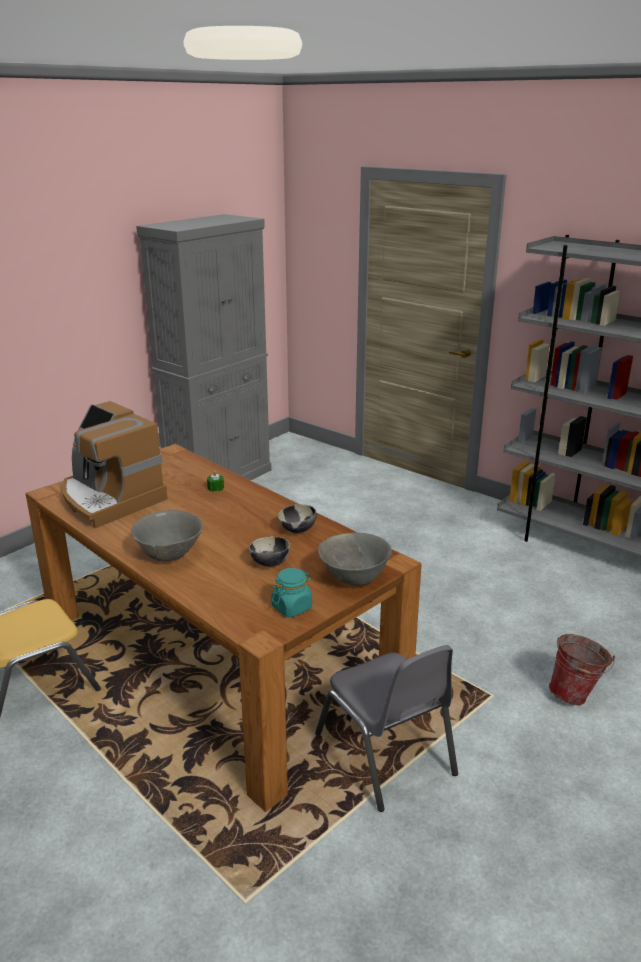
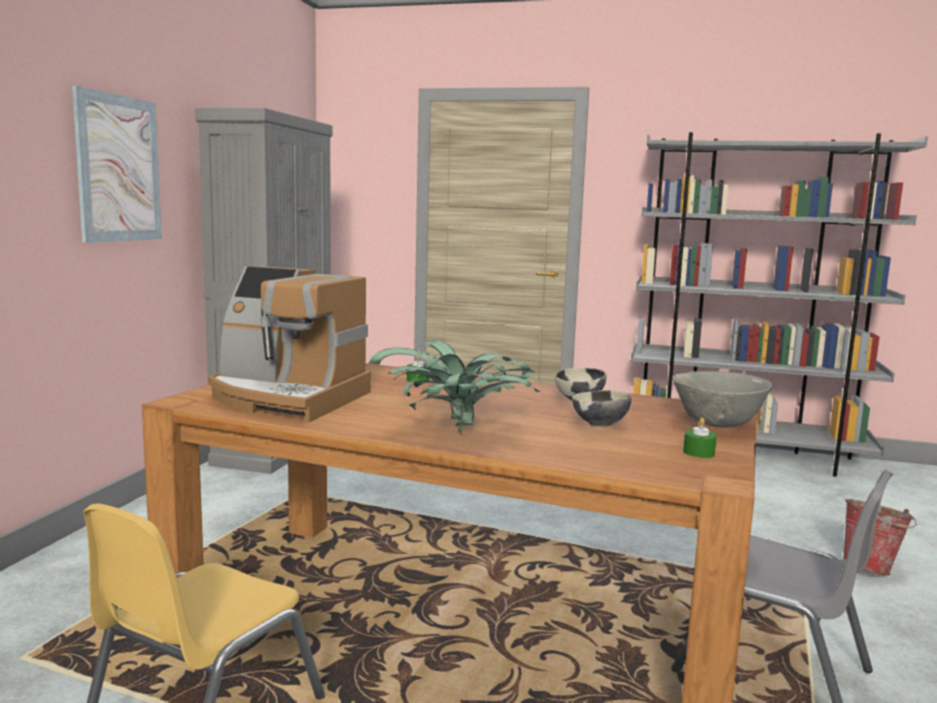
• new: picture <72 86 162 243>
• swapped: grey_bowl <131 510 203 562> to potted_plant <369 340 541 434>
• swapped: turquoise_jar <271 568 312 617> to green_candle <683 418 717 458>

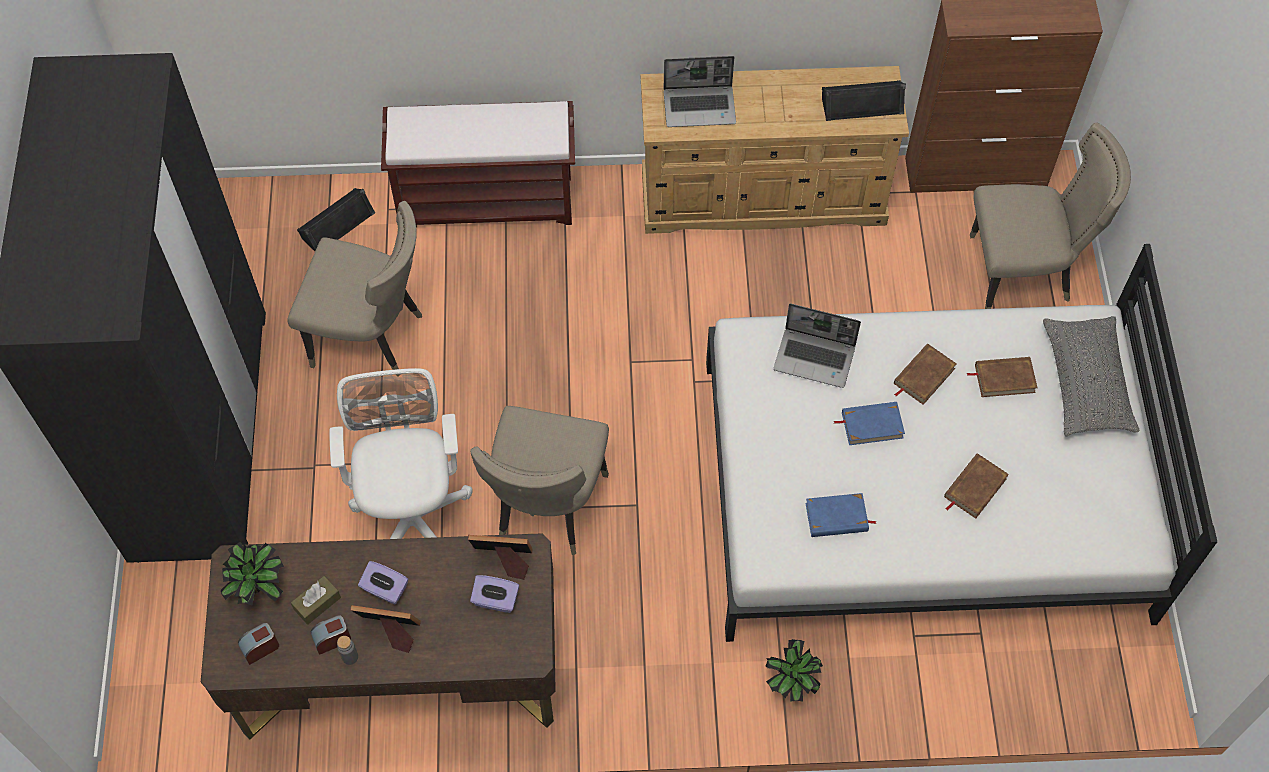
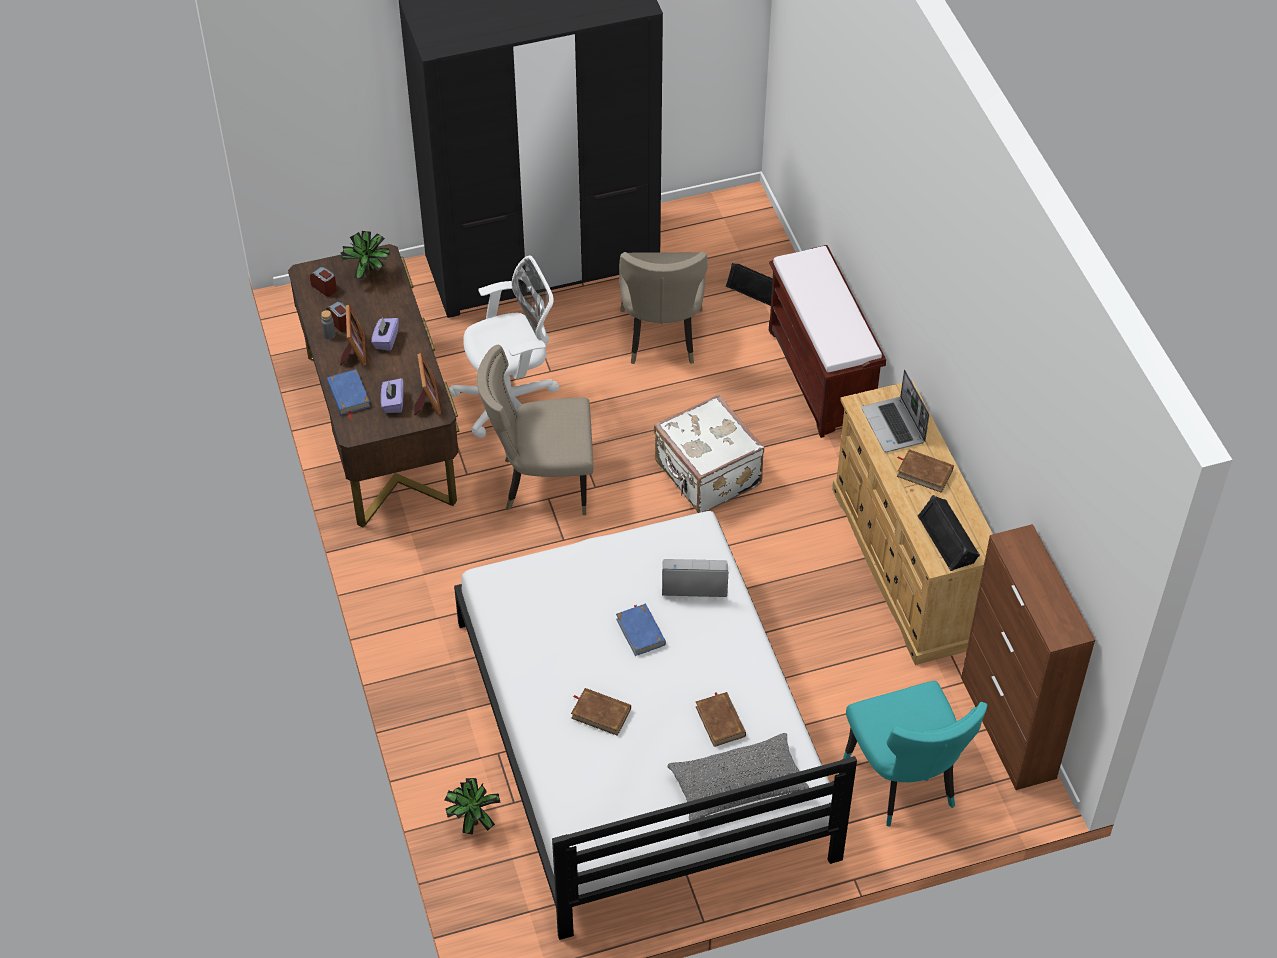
• gone: brown_tissue_box <291 576 341 625>
• new: white_suitcase <654 394 764 513>
• shifted: potted_plant <765 639 823 702> to <445 778 501 835>
• shifted: blue_book <805 493 876 537> to <327 369 370 420>
• shifted: brown_book <894 344 956 405> to <897 449 954 493>
• repainted: beige_chair <970 122 1131 309> to turquoise_chair <843 681 987 826>
• rotated: laptop <774 304 861 388> = <662 559 728 597> 90 degrees clockwise

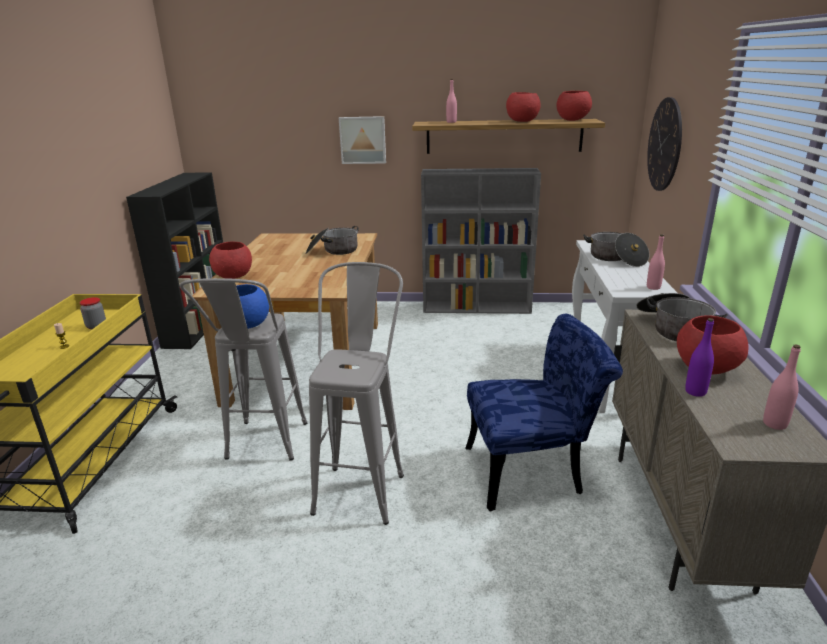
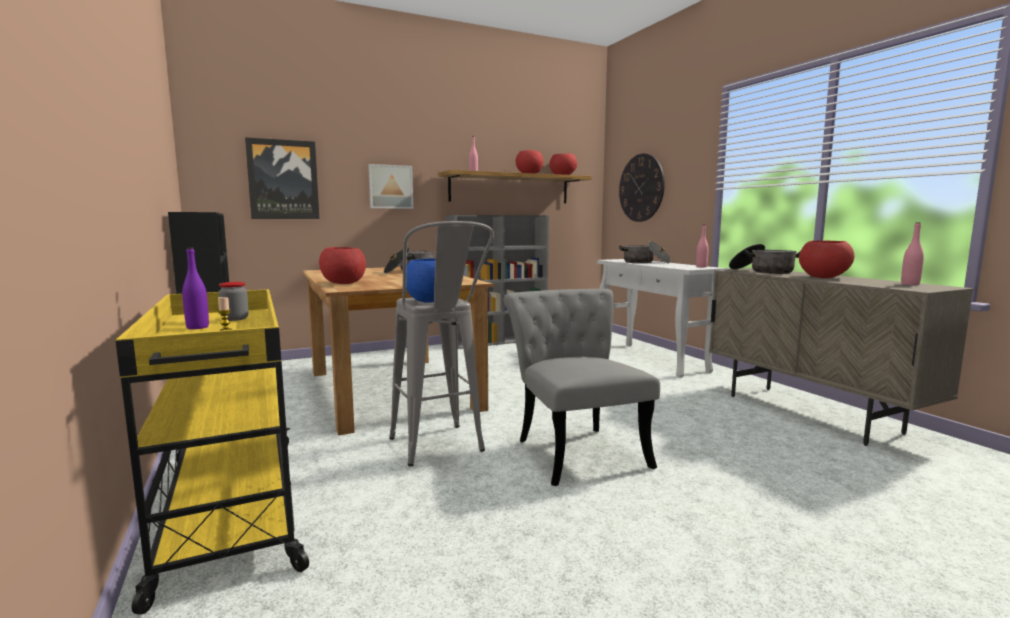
• gone: blue_chair <465 314 623 512>
• new: picture <245 137 319 219>
• shifted: purple_bottle <685 318 714 397> to <182 247 209 329>
• swapped: grey_stool <309 262 404 525> to grey_chair <504 289 660 486>

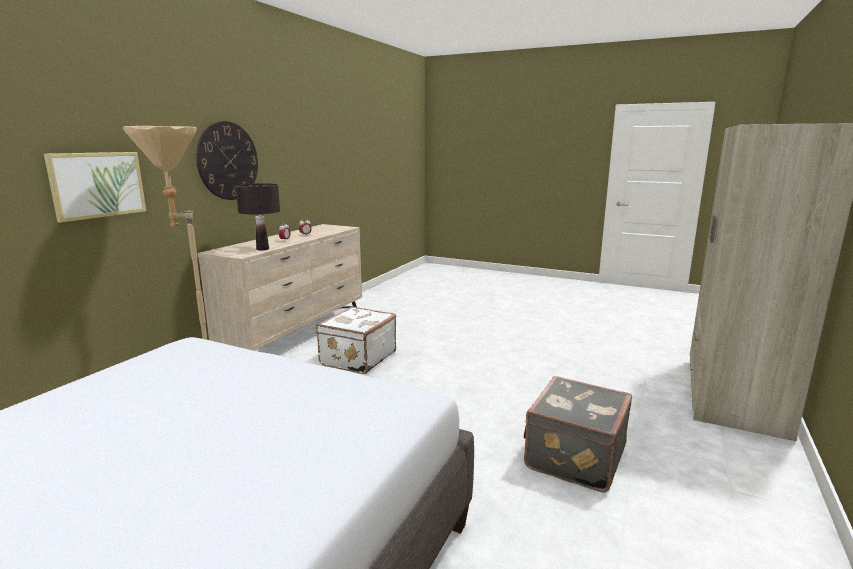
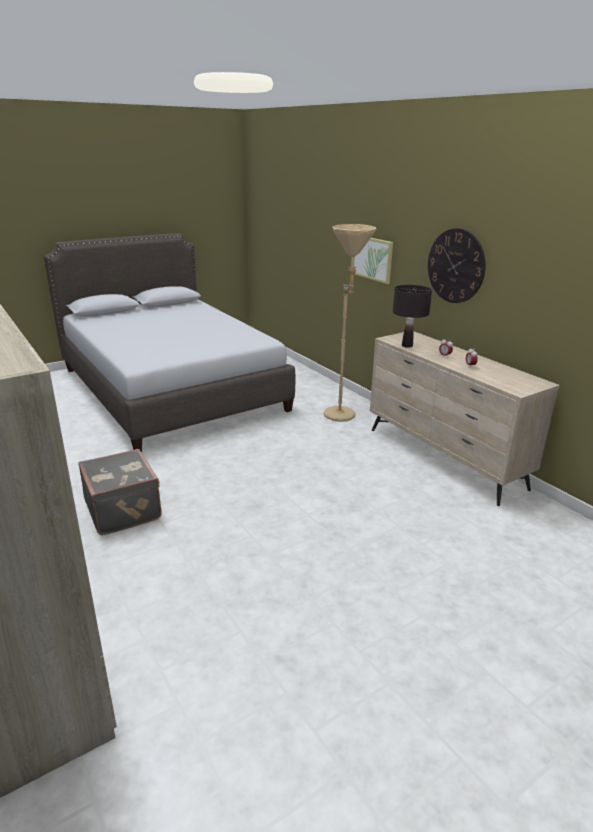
• gone: white_suitcase <316 306 396 374>

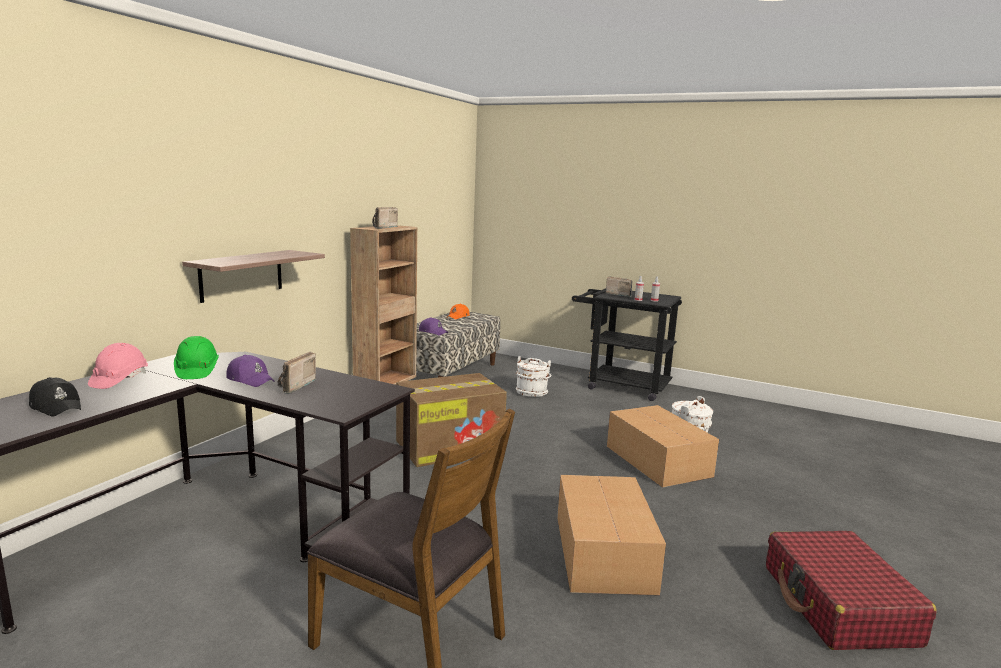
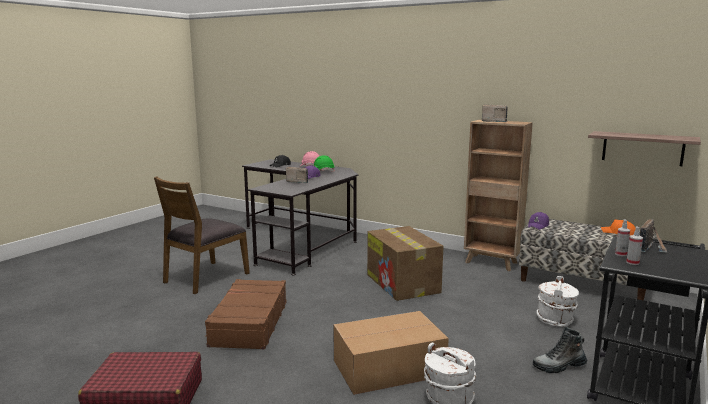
• new: boot <532 327 587 373>
• shifted: shelf <182 250 325 303> to <588 131 701 166>
• swapped: cardboard_box <557 475 666 596> to brown_suitcase <205 279 287 349>

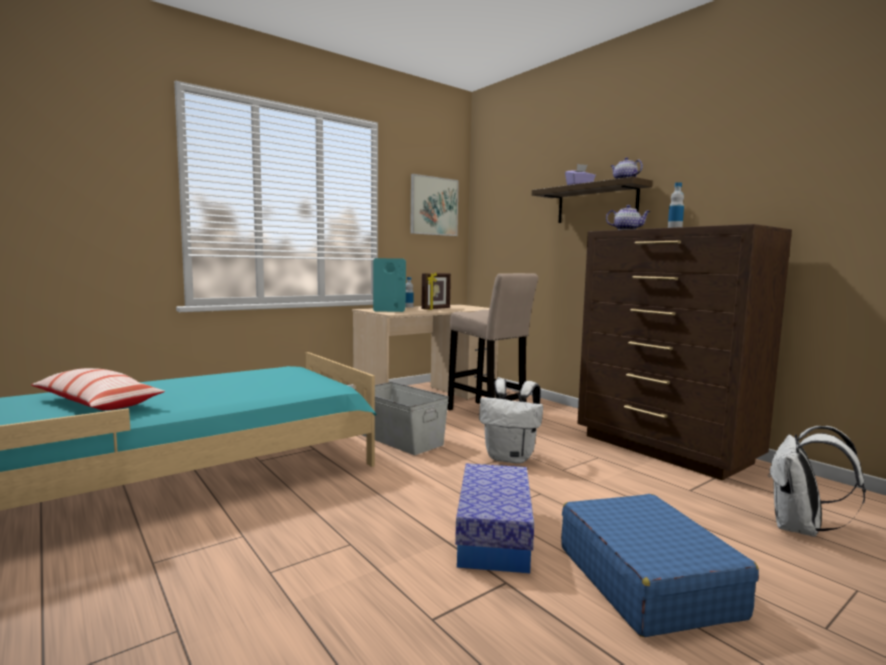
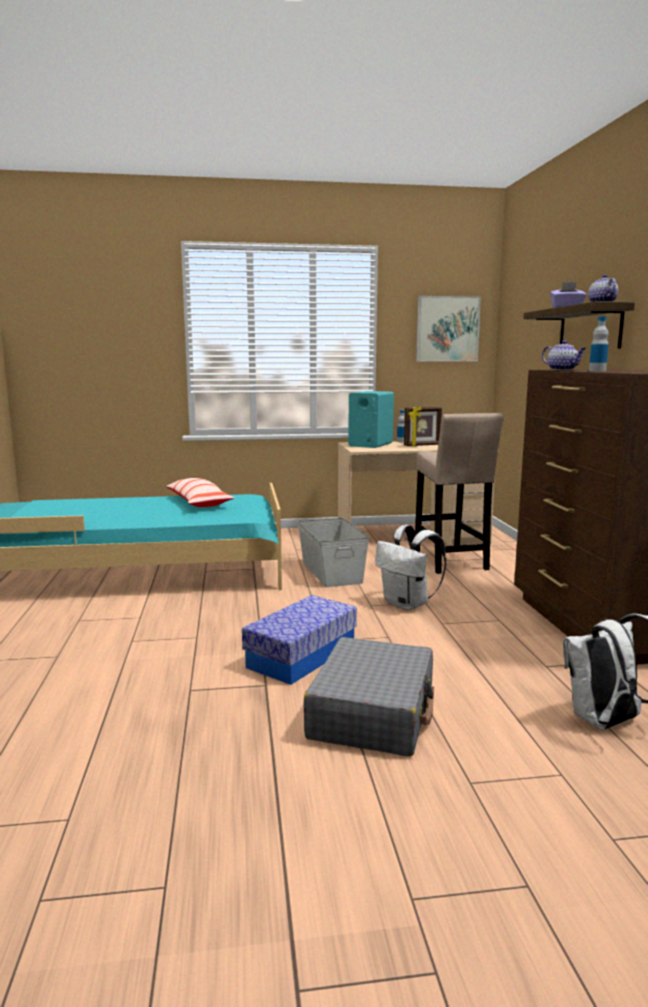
• shifted: pillow <31 368 165 410> to <166 478 234 507>
• repainted: blue_suitcase <561 494 759 637> to grey_suitcase <304 637 434 757>

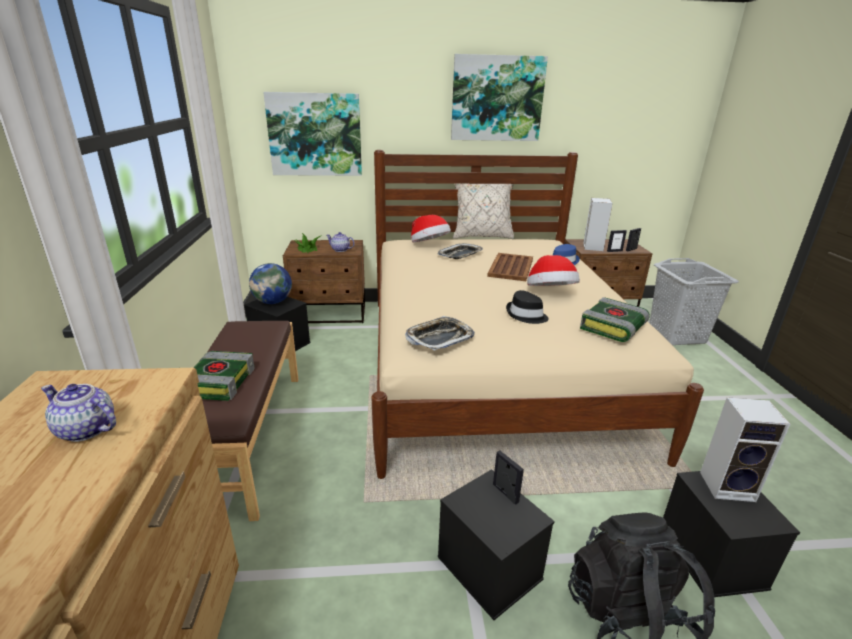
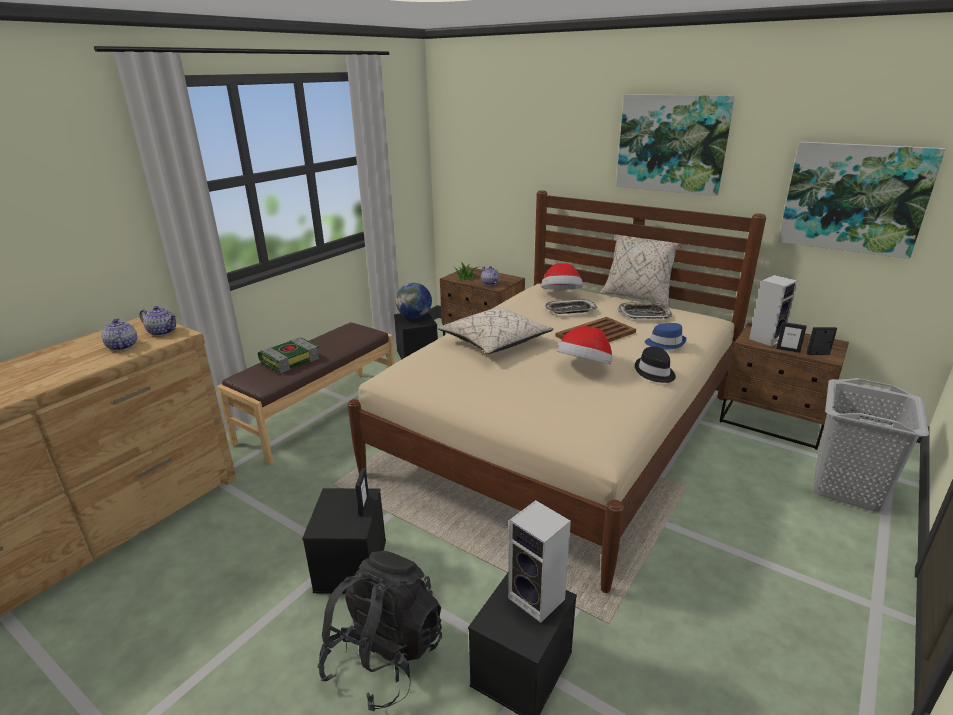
• gone: book <580 297 650 342>
• new: teapot <139 306 177 336>
• new: beige_pillow <438 307 554 354>
• shifted: picture <263 92 362 176> to <778 142 945 259>
• shifted: tray <405 316 475 351> to <617 302 672 319>
• shifted: black_hat <506 290 549 324> to <635 346 676 383>

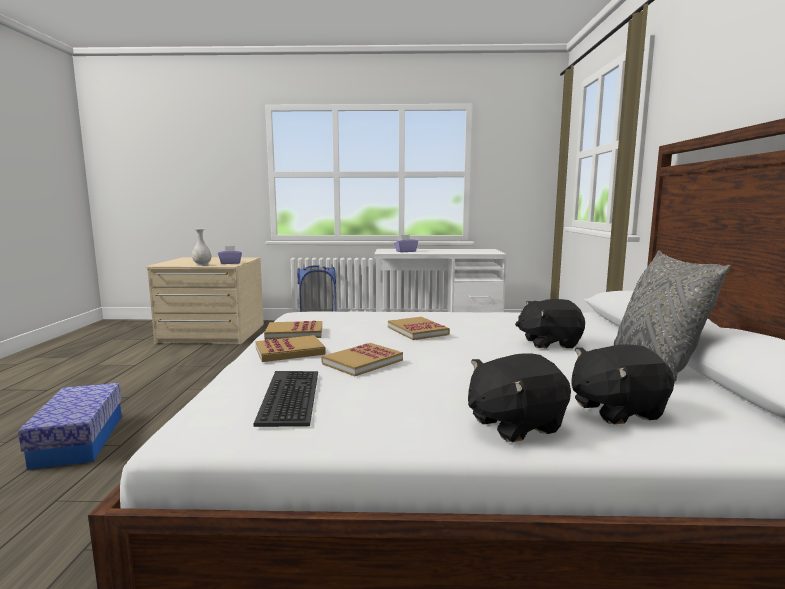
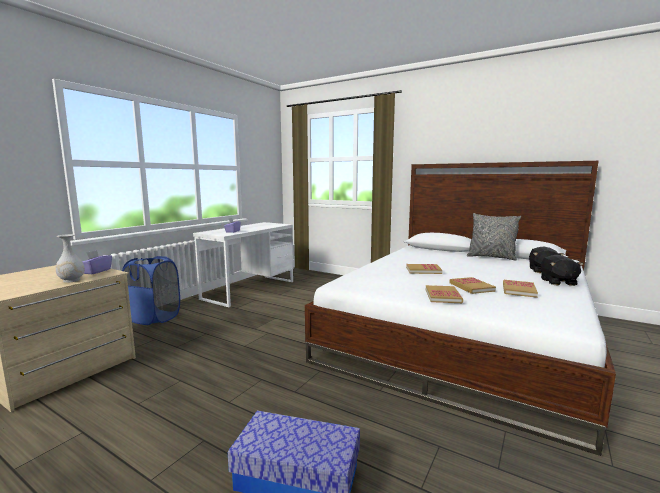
• gone: keyboard <253 371 318 427>
• gone: black_plush_toy <515 299 585 348>
• shifted: book <264 320 322 340> to <503 280 538 298>

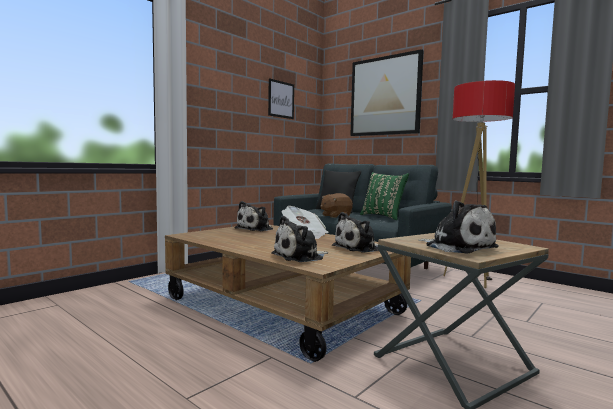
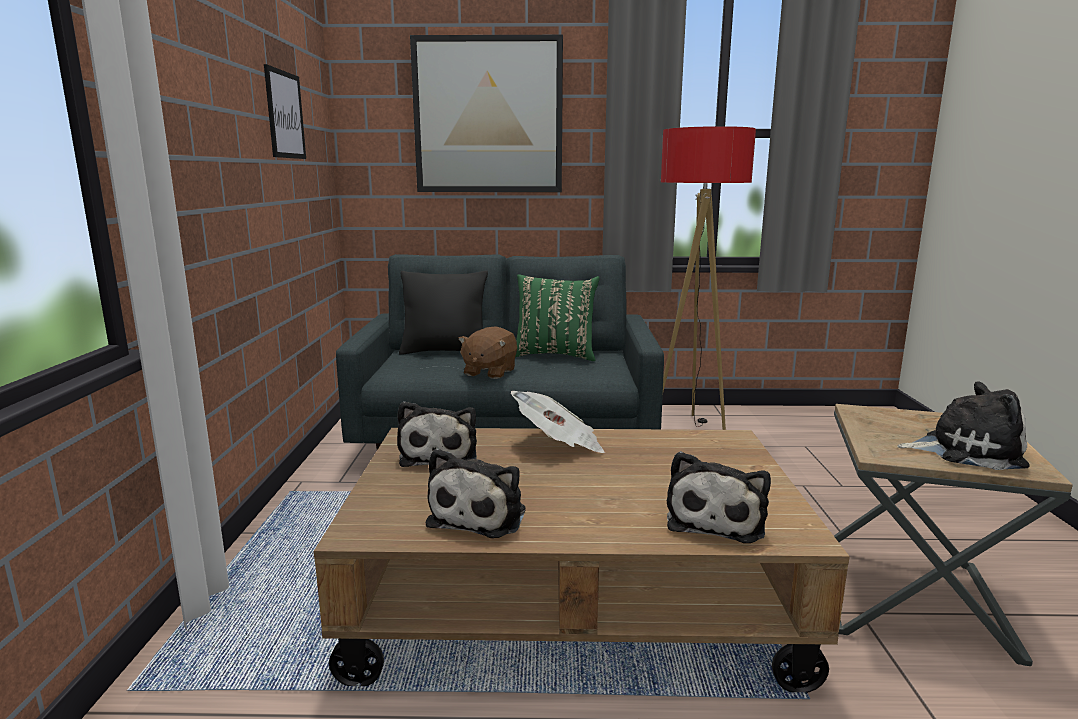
• shifted: plush_toy <332 212 379 253> to <426 448 526 538>

